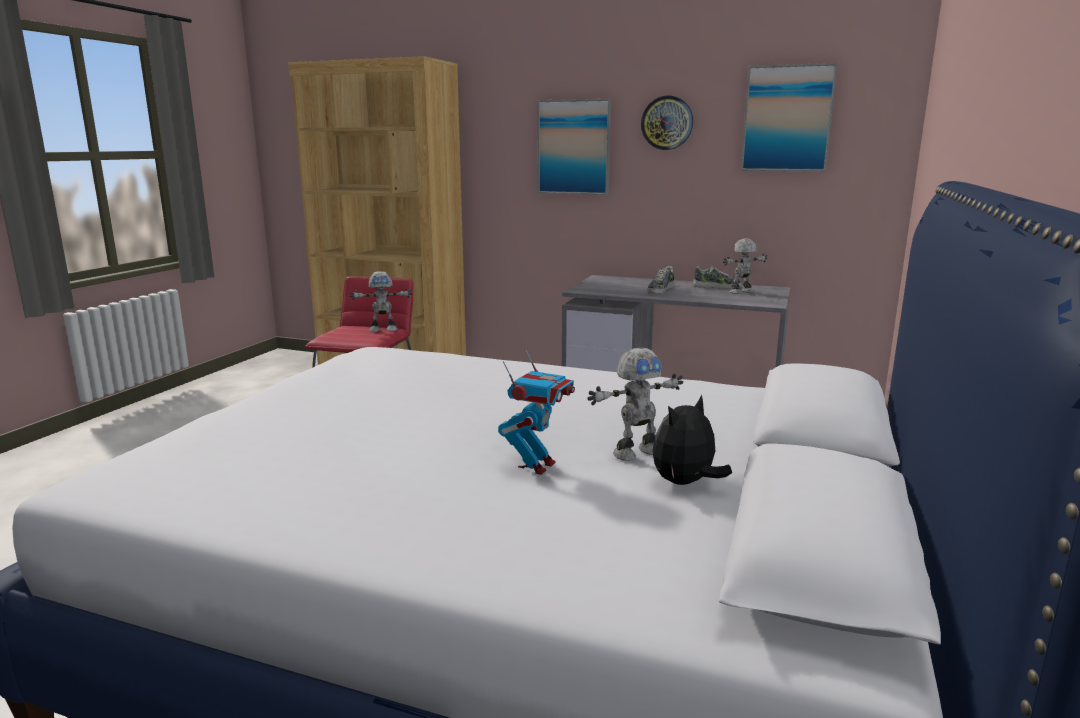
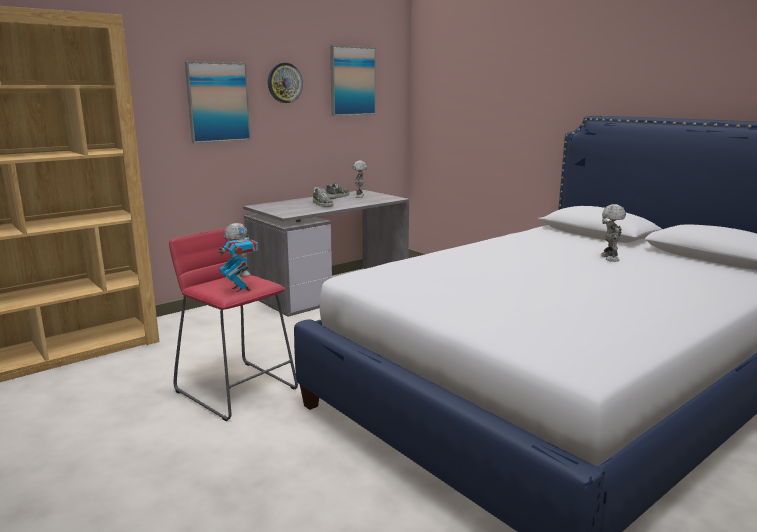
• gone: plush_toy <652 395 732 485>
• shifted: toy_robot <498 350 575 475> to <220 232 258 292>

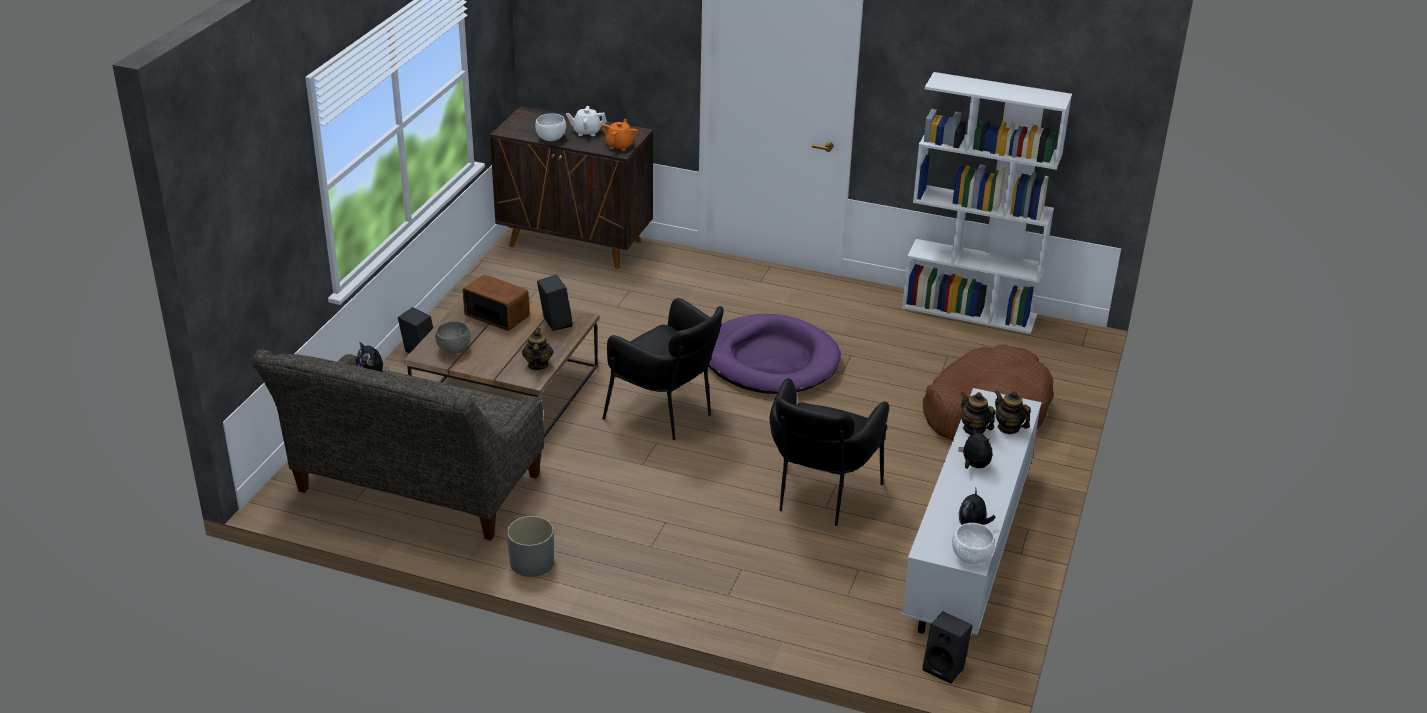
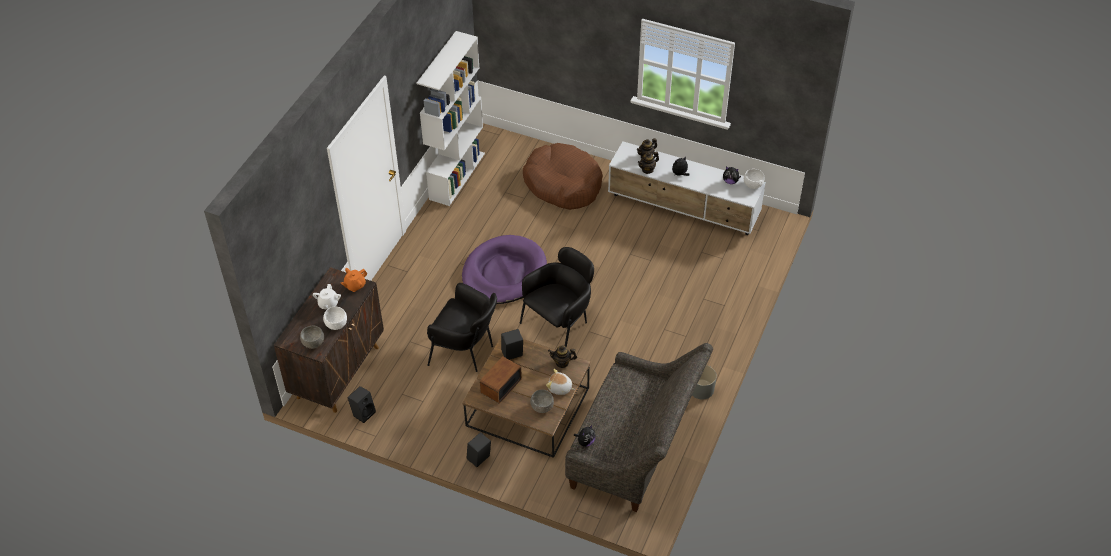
• new: grey_bowl <300 326 324 349>
• new: plush_toy <546 369 574 395>
• shifted: black_armchair <770 378 889 526> to <427 283 497 372>
• shifted: black_speaker <922 612 973 684> to <347 386 376 423>
• rotated: orange_teapot <601 119 638 151> = <341 268 367 292> 60 degrees counterclockwise

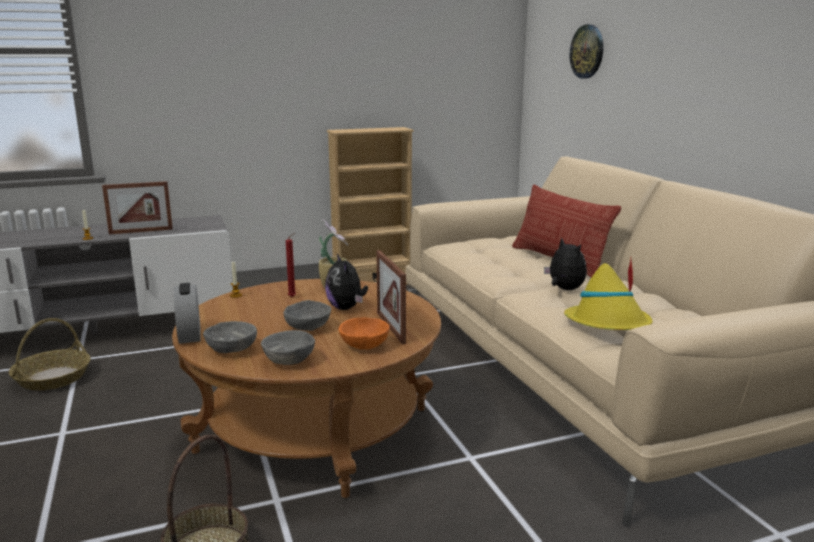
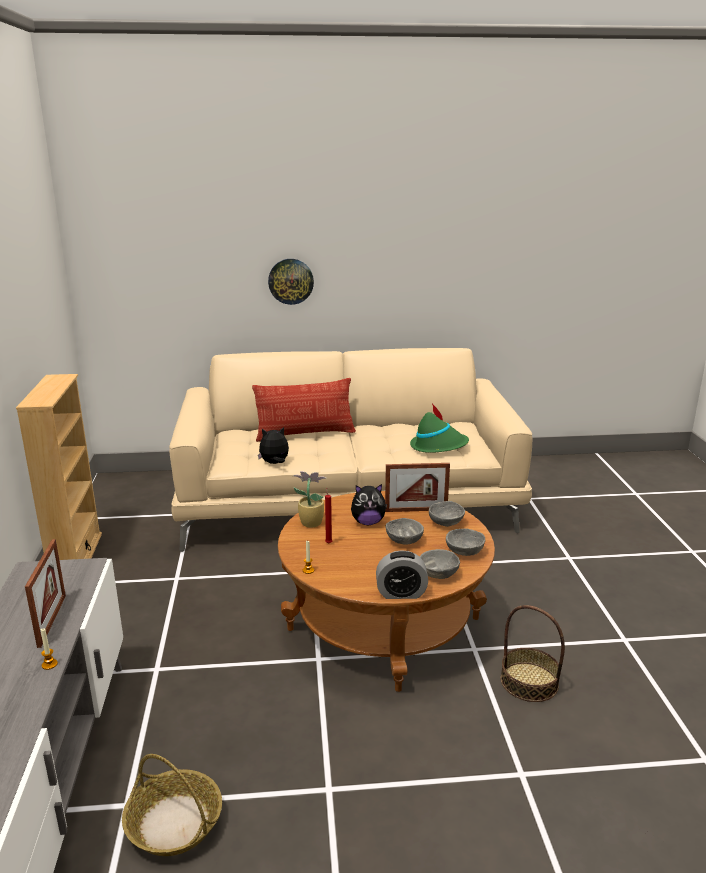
• shifted: plush_toy <544 238 587 290> to <258 427 289 464>
• shifted: wall_clock <570 24 603 79> to <268 259 314 305>
• repainted: orange_bowl <339 317 390 350> to grey_bowl <429 501 465 527>
• repainted: yellow_hat <564 257 653 330> to green_hat <410 404 469 453>

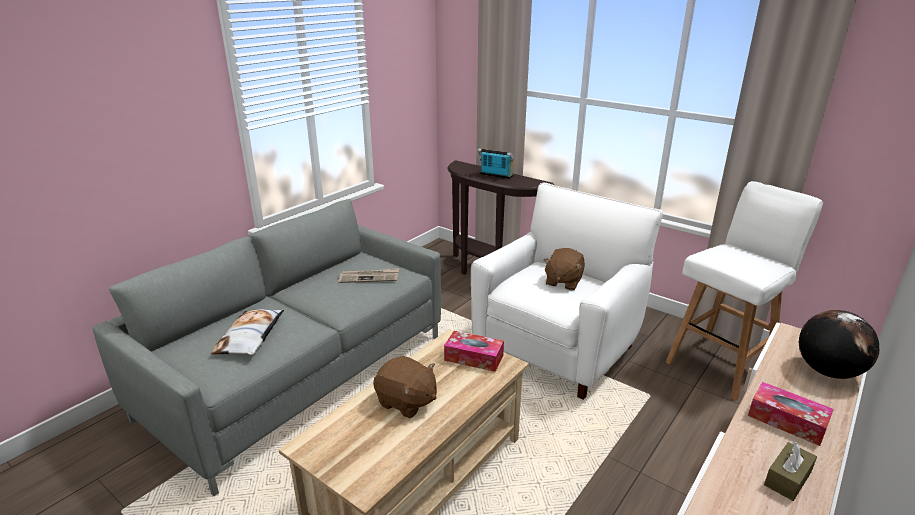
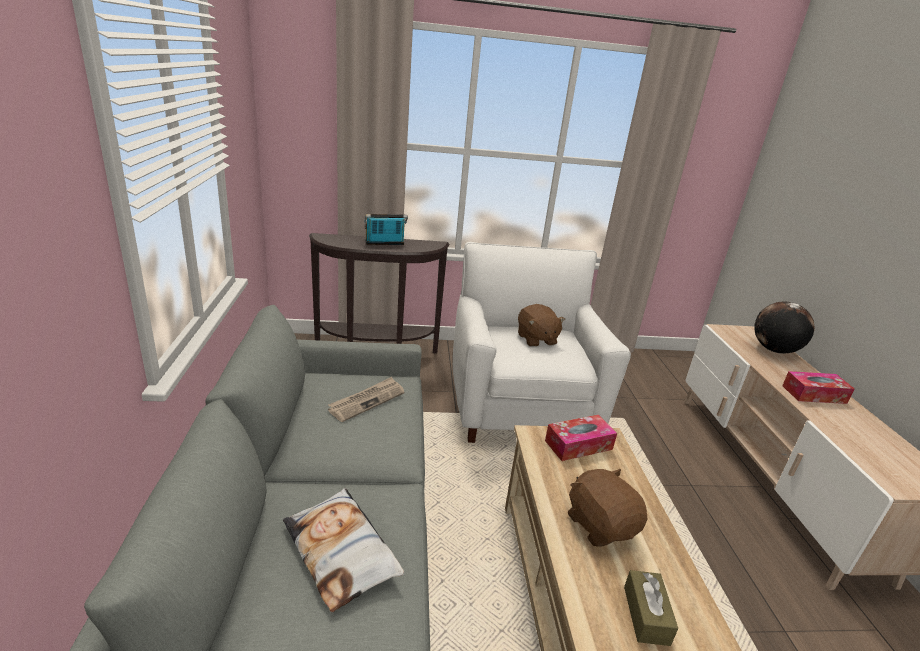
• gone: white_stool <666 181 823 401>
• shifted: brown_tissue_box <764 442 817 501> to <624 570 678 646>
• rotated: brown_plush_toy <373 356 437 418> = <568 469 647 546> 105 degrees counterclockwise

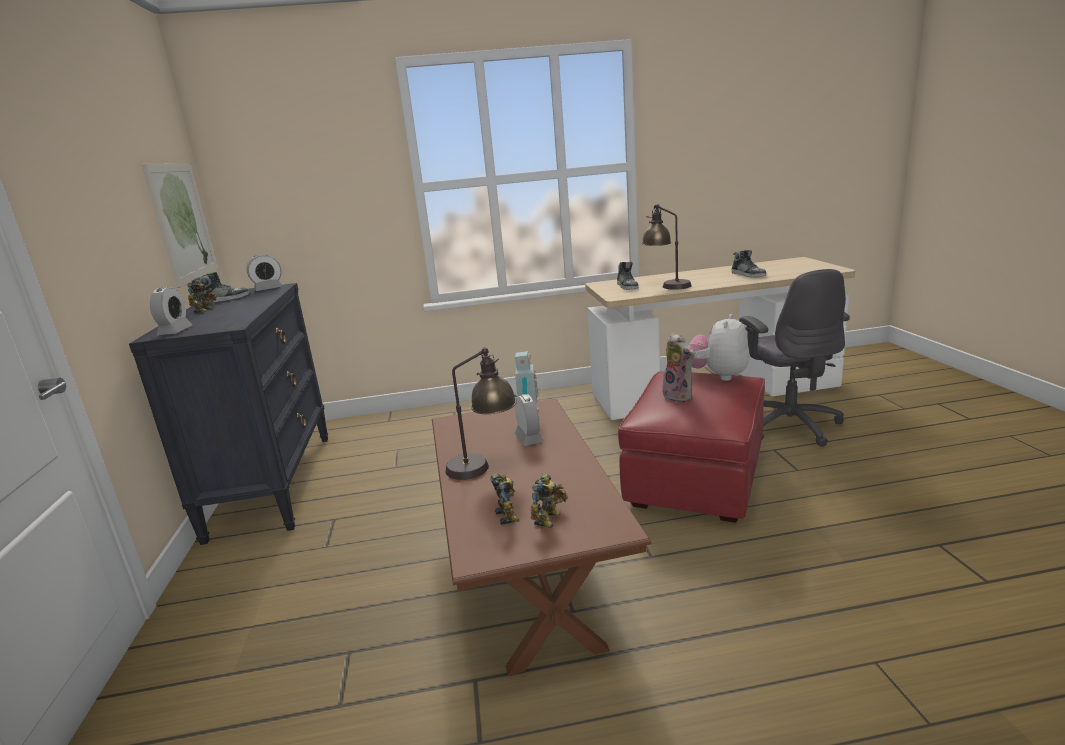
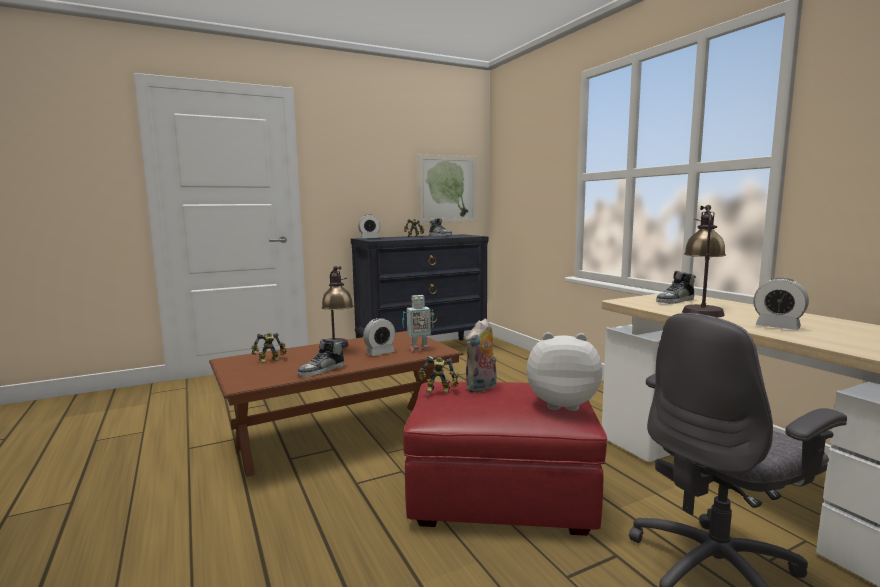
• shifted: alarm_clock <247 254 282 291> to <753 278 809 330>
• shifted: toy_robot <531 473 568 528> to <419 356 459 393>
• shifted: shoe <732 250 766 278> to <297 339 345 377>

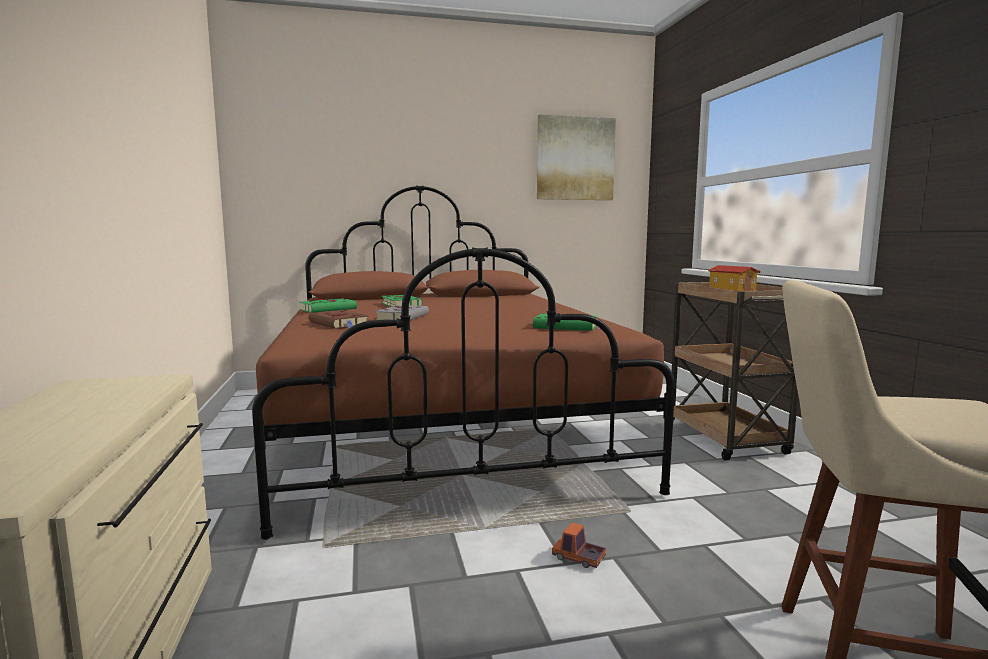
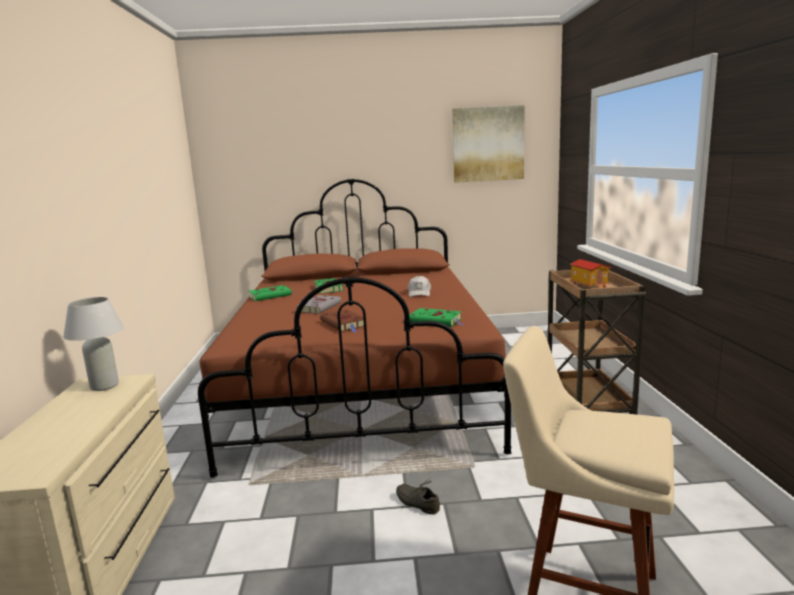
• new: white_table_lamp <63 297 124 391>
• new: white_cap <408 276 431 297>
• shifted: brown_book <309 310 368 329> to <320 309 367 333>
• swapped: toy_truck <552 523 606 568> to grey_shoe <396 477 440 515>

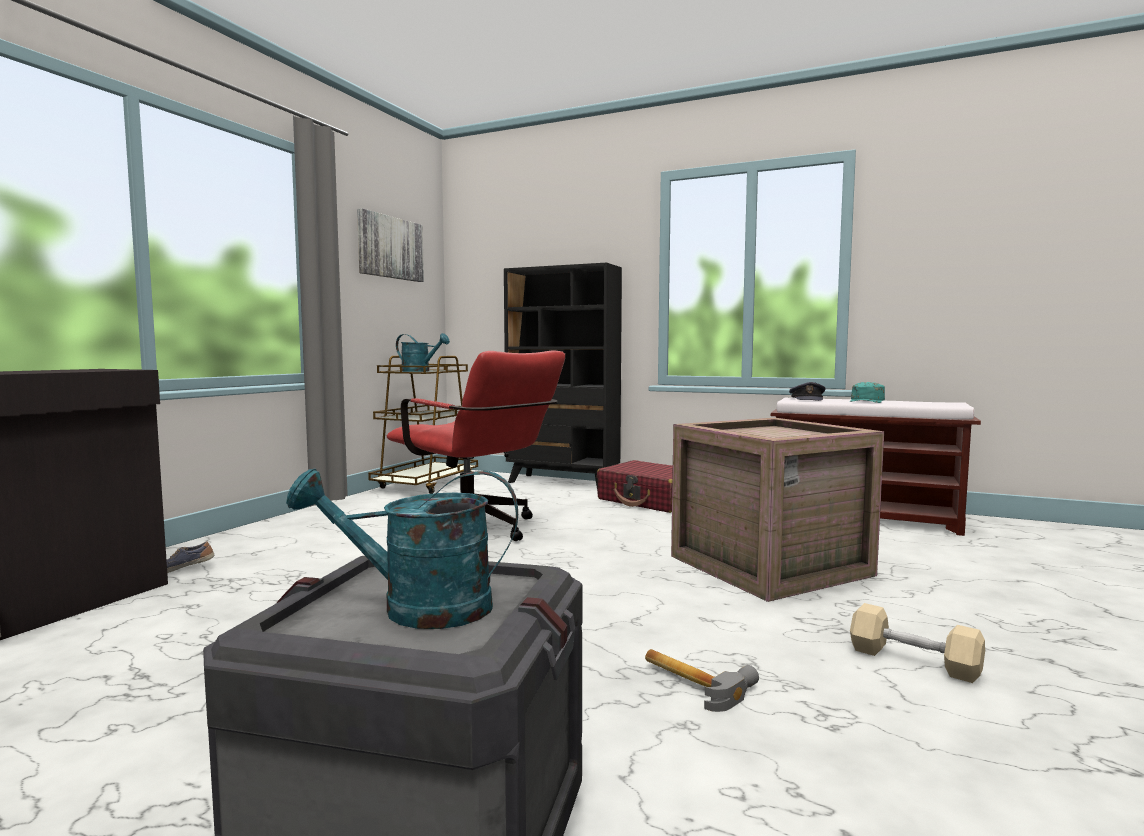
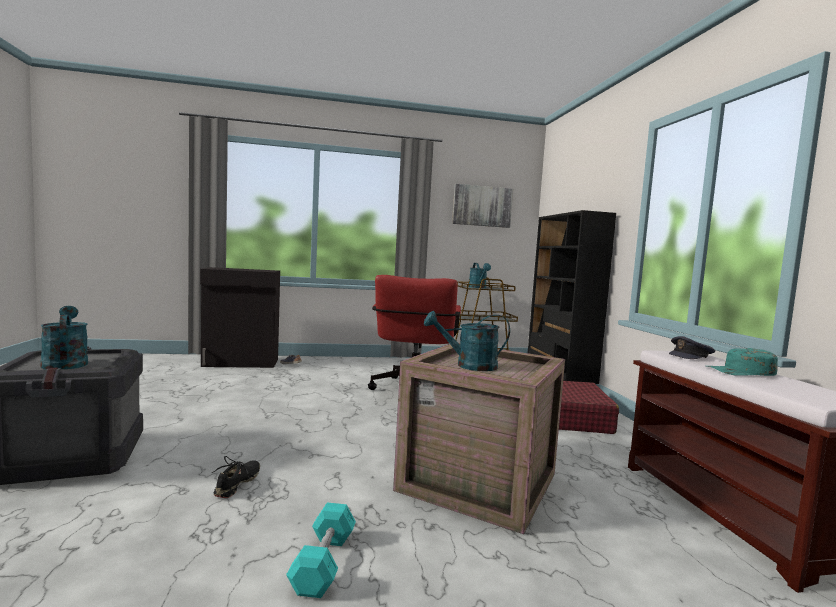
• new: turquoise_watering_can <424 311 510 371>
• swapped: hammer <645 649 759 712> to black_shoe <212 456 260 498>
• repainted: beige_dumbbell <850 603 985 683> to turquoise_dumbbell <286 503 356 598>

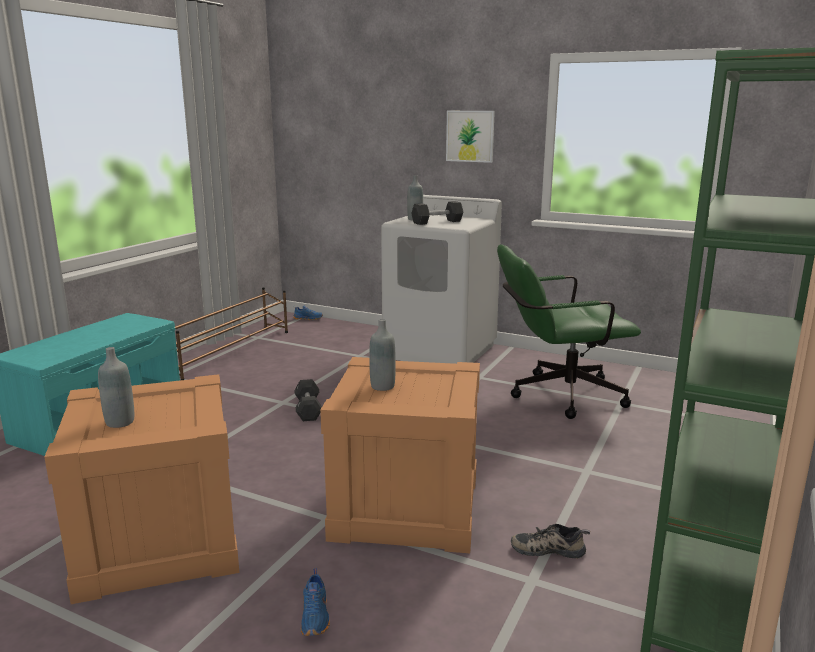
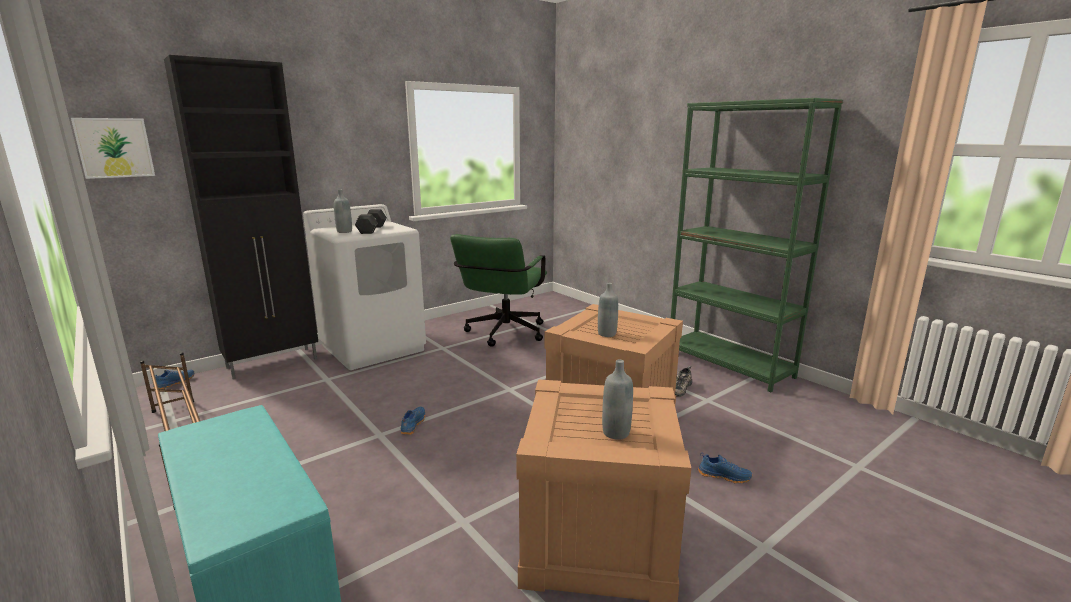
• new: black_cabinet <164 55 318 379>
• shifted: picture <446 111 495 163> to <71 118 155 179>
• swapped: black_dumbbell <294 379 322 421> to blue_shoe <401 407 425 435>

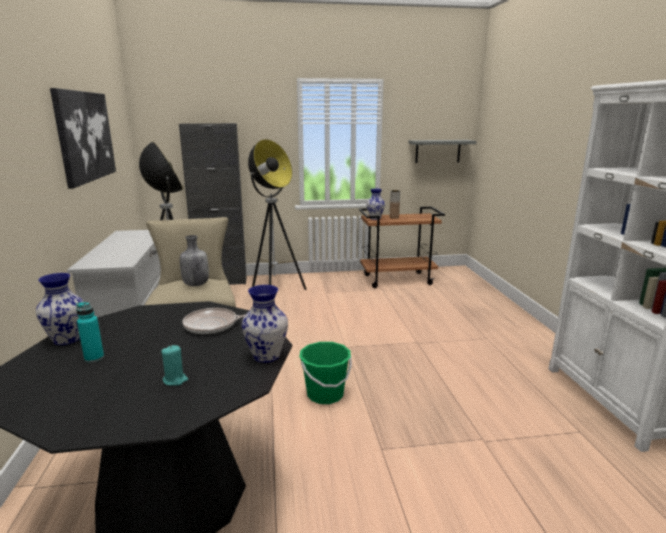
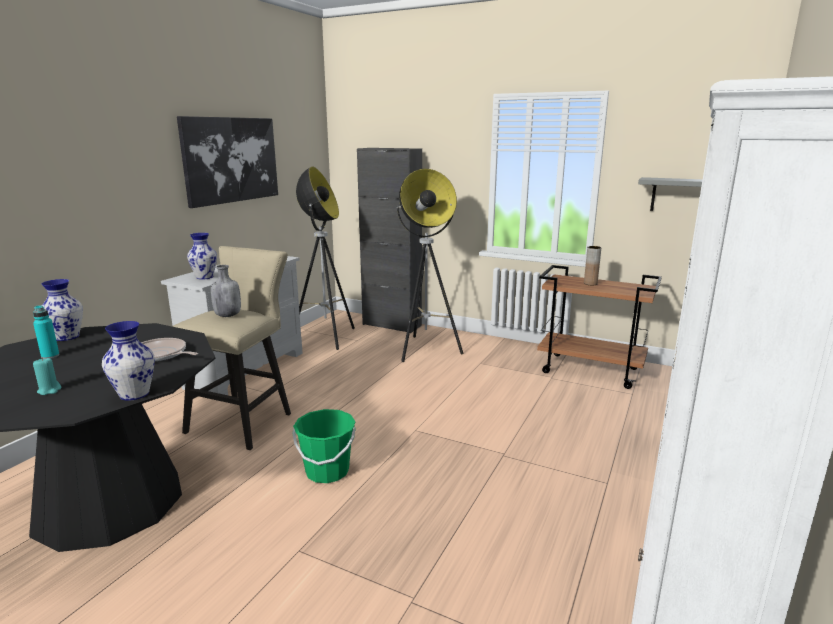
• shifted: vase <366 189 385 220> to <187 233 217 280>

